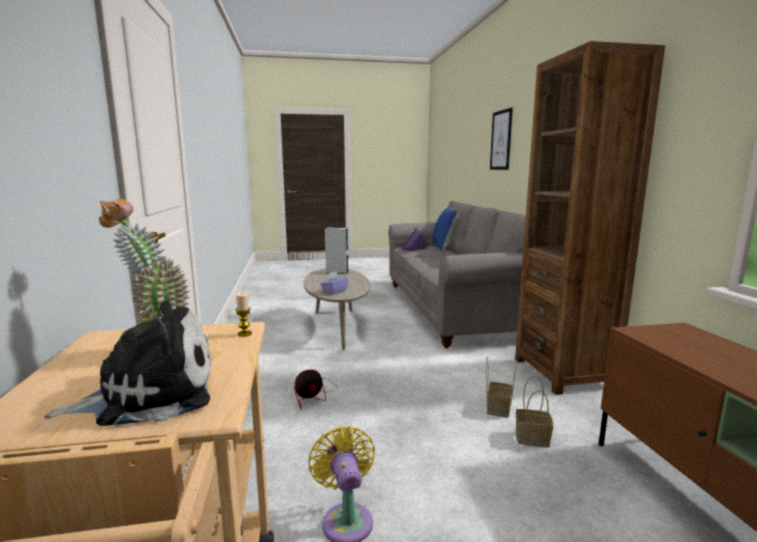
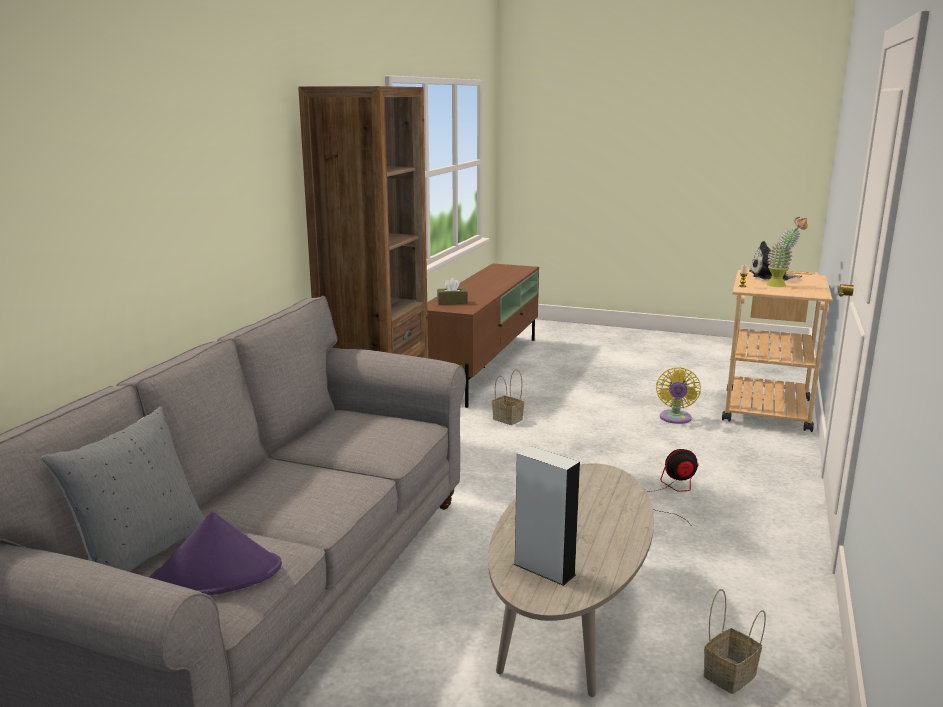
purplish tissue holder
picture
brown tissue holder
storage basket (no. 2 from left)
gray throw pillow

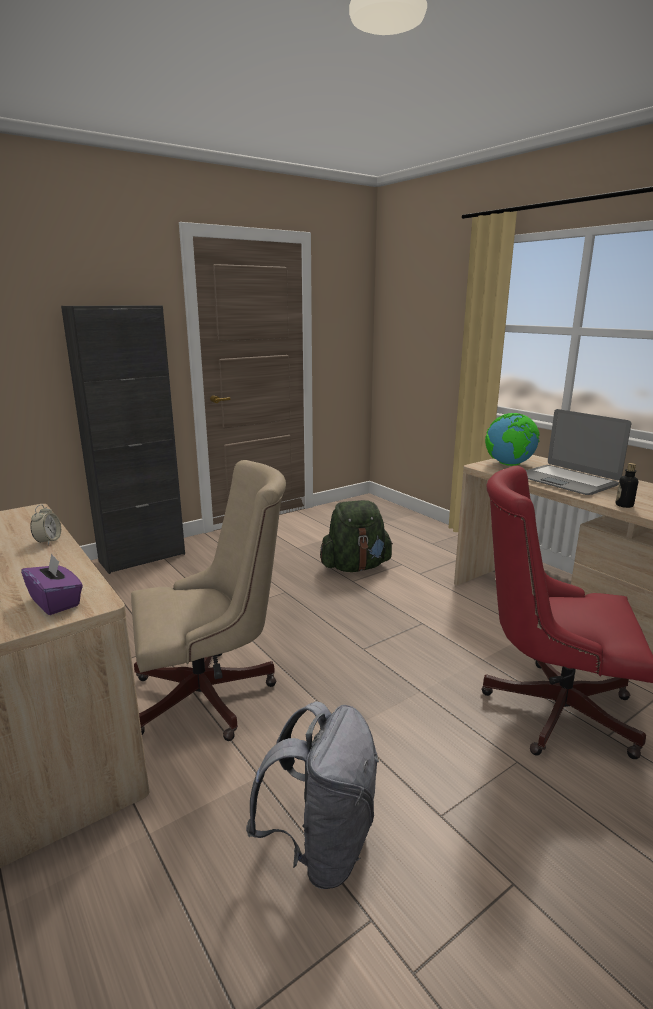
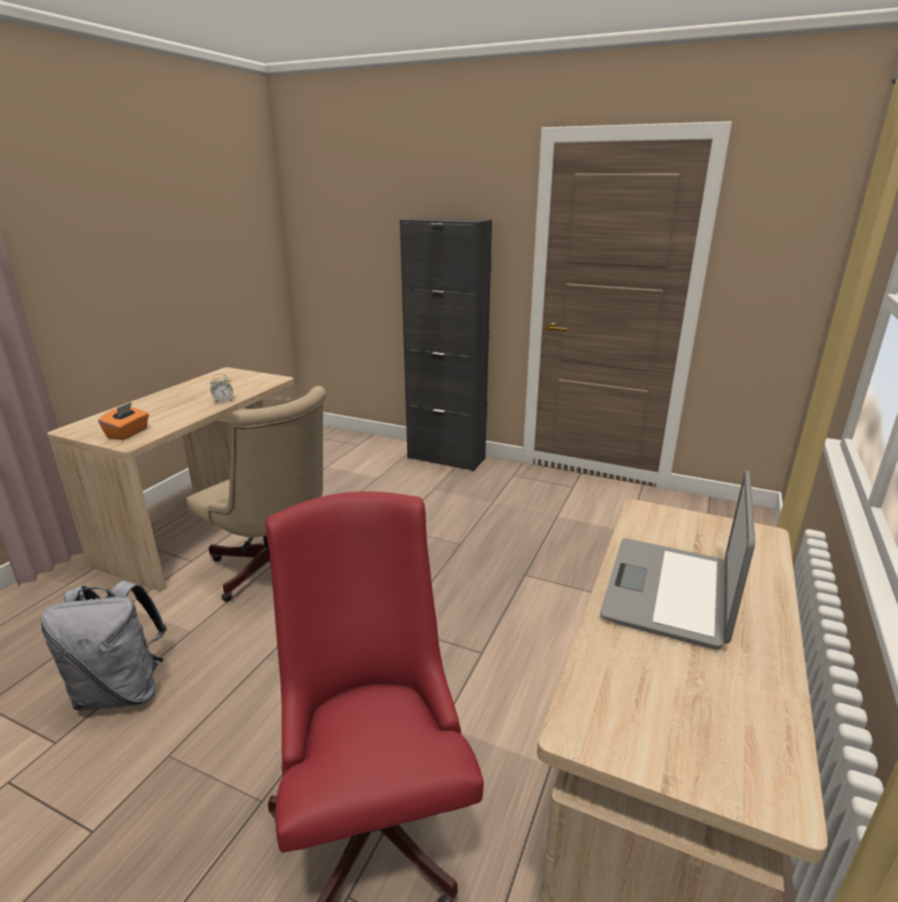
green rucksack
world globe
beverage bottle
orange-coloured tissue holder

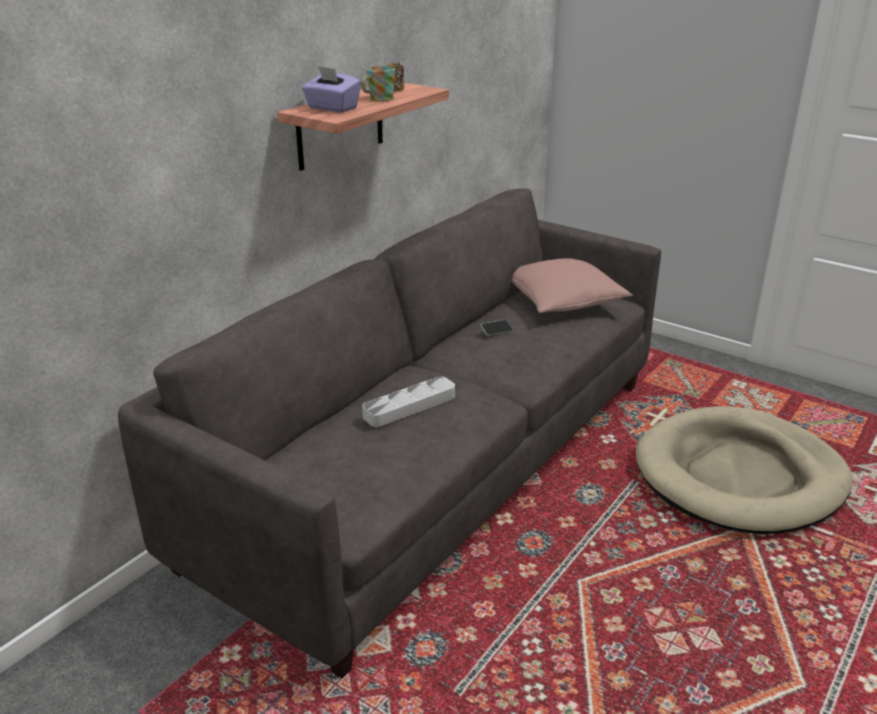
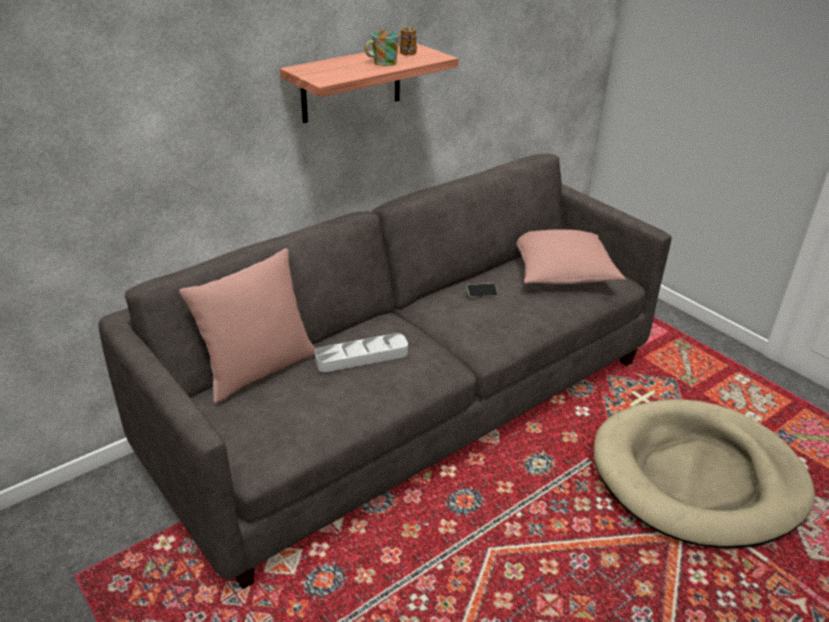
purplish tissue holder
pink-coloured throw pillow (no. 1 from left)

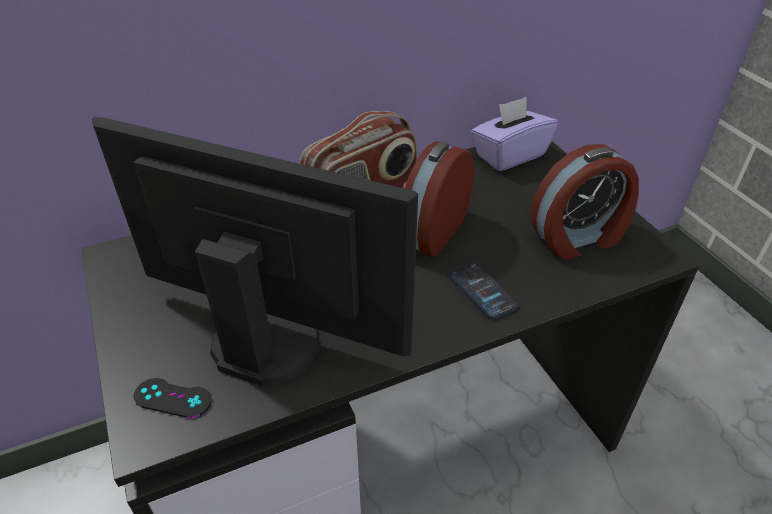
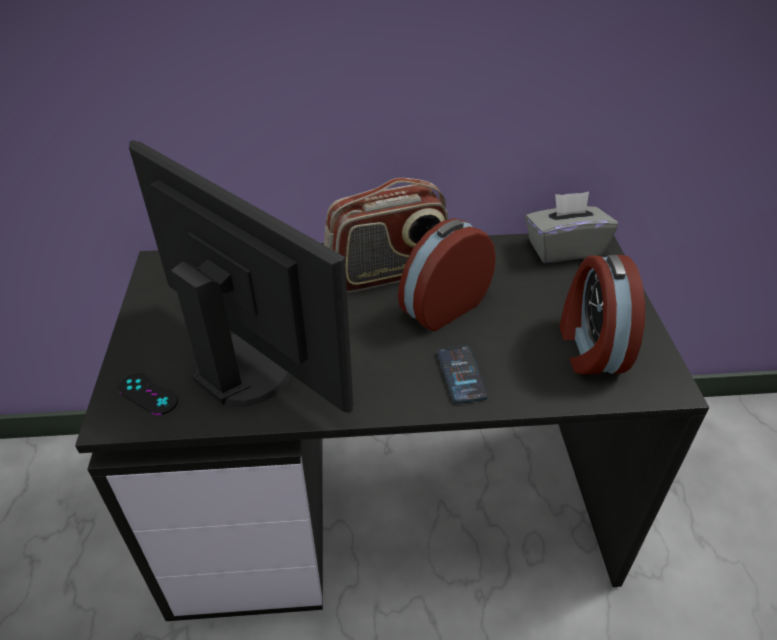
gray tissue holder
alarm clock (no. 2 from left)

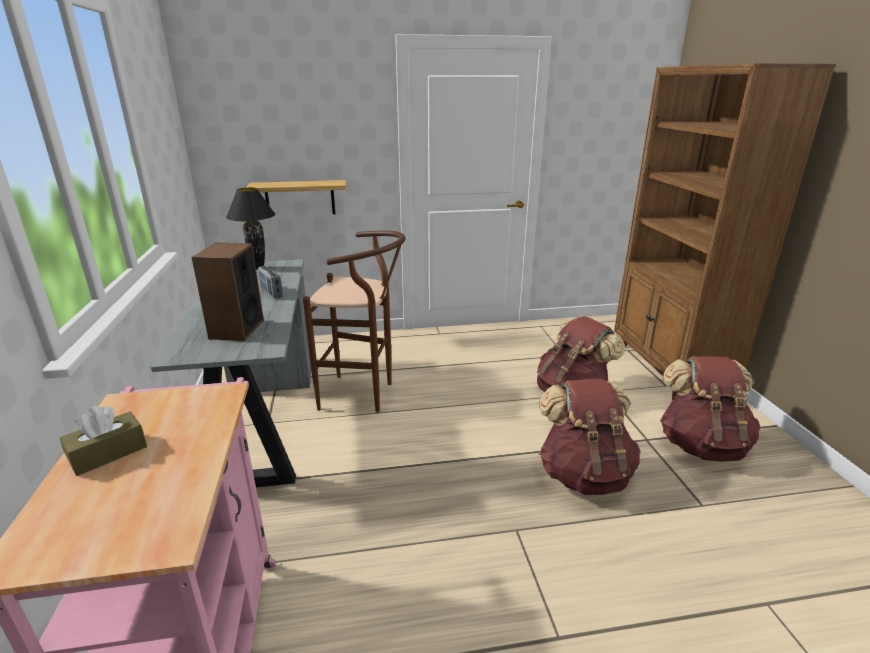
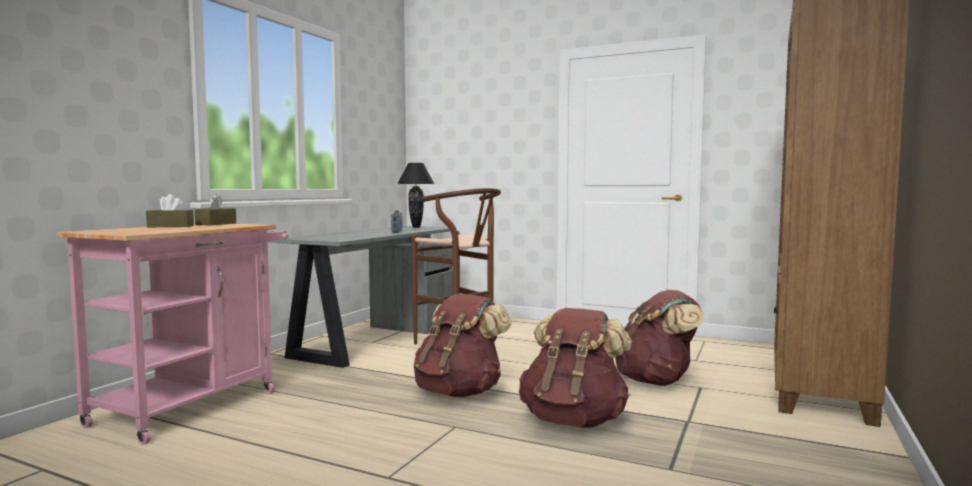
speaker
wall shelf
brown tissue holder (no. 2 from left)
brown rucksack (no. 1 from left)

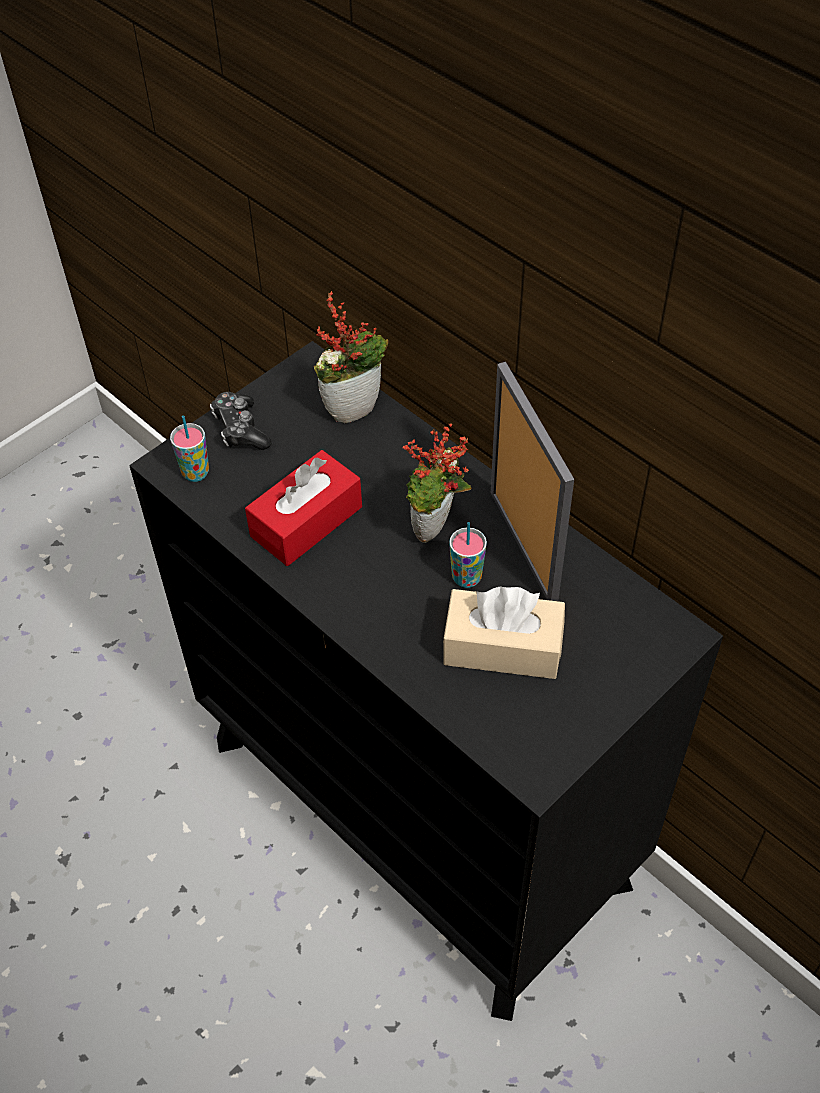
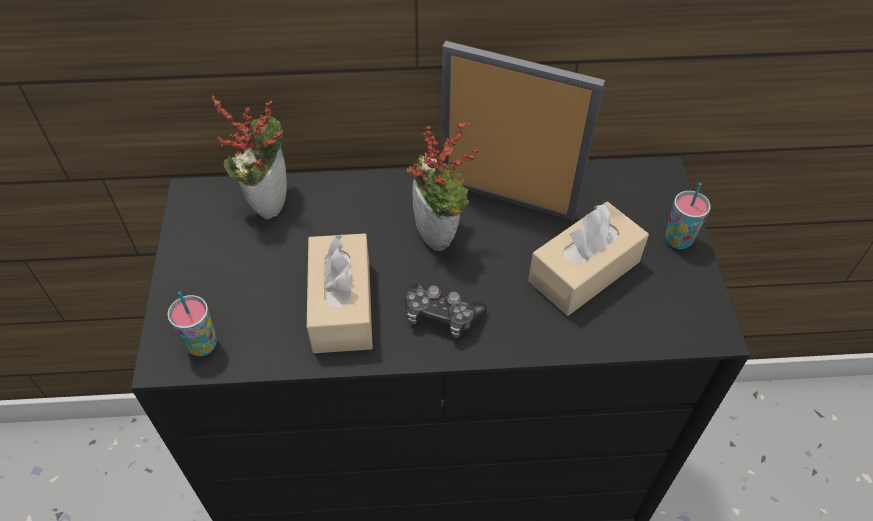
game controller
drinking cup (no. 2 from left)
beige tissue holder (no. 1 from left)

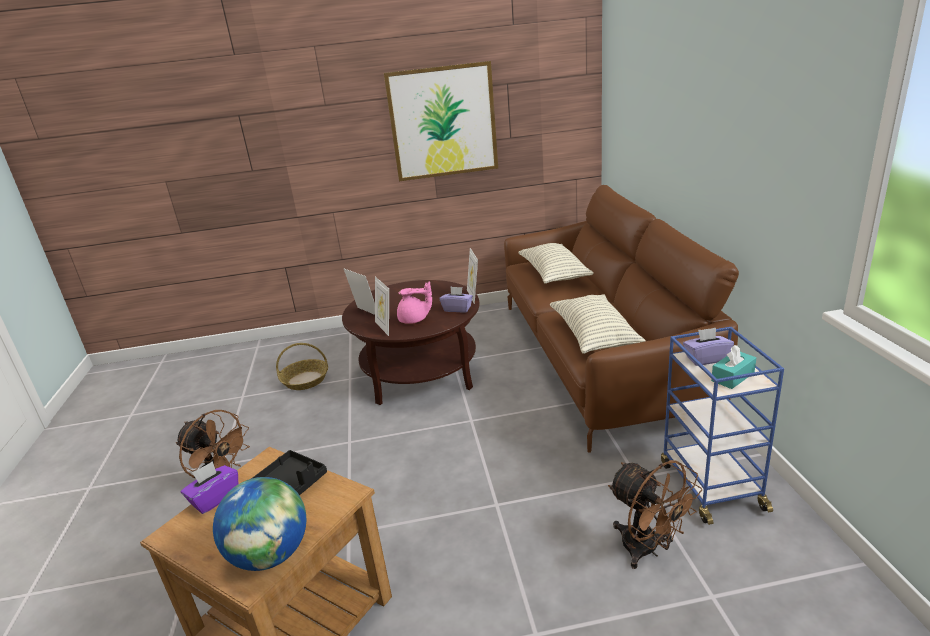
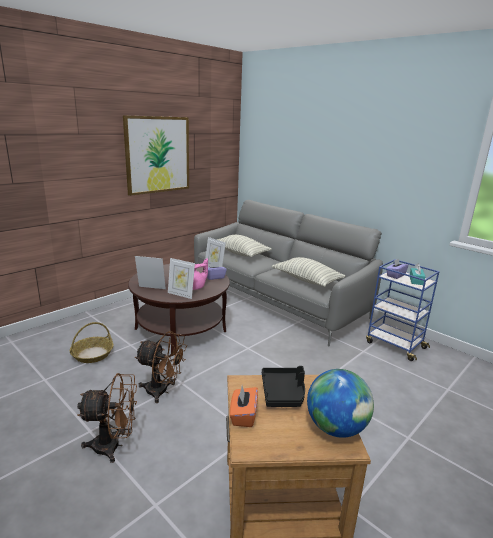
brown fan (no. 2 from left)
orange-coloured tissue holder
gray sofa

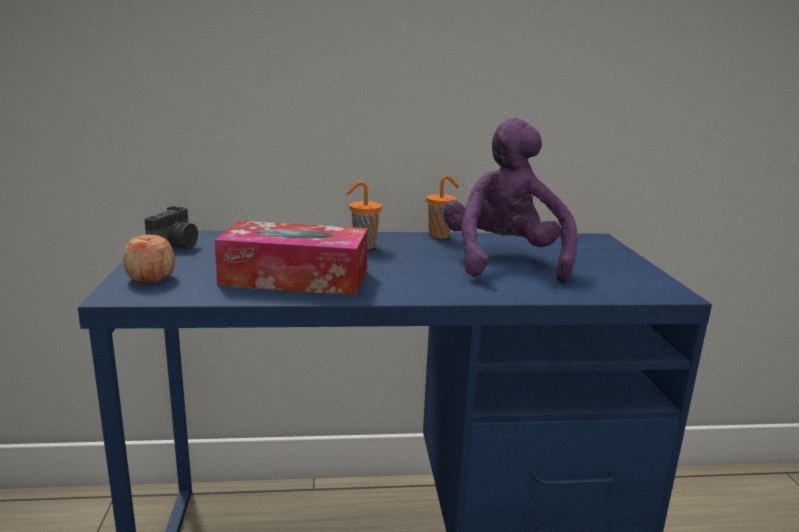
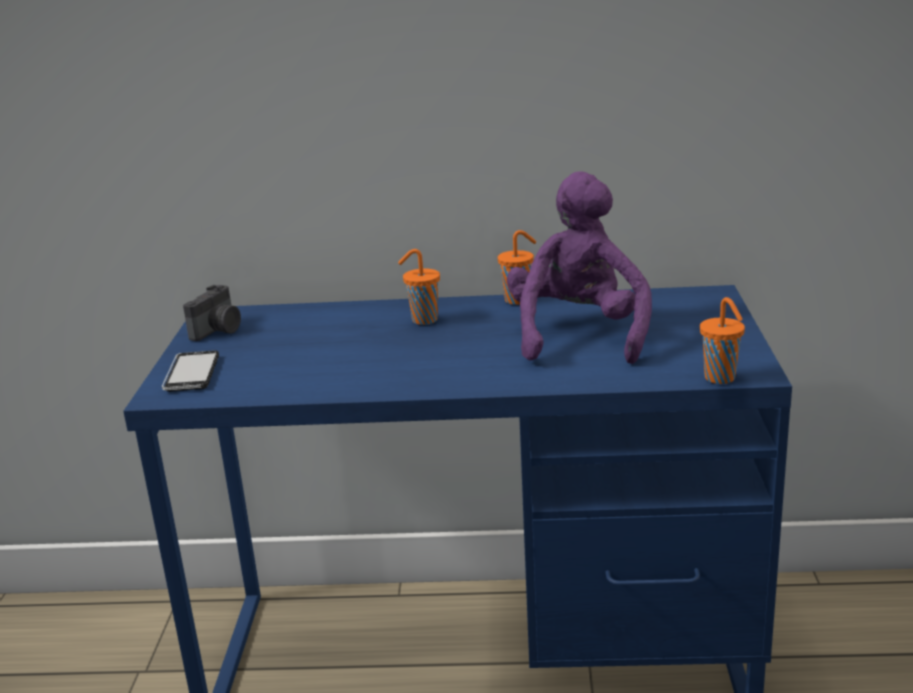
tissue holder
orange-coloured drinking cup (no. 3 from left)
telephone

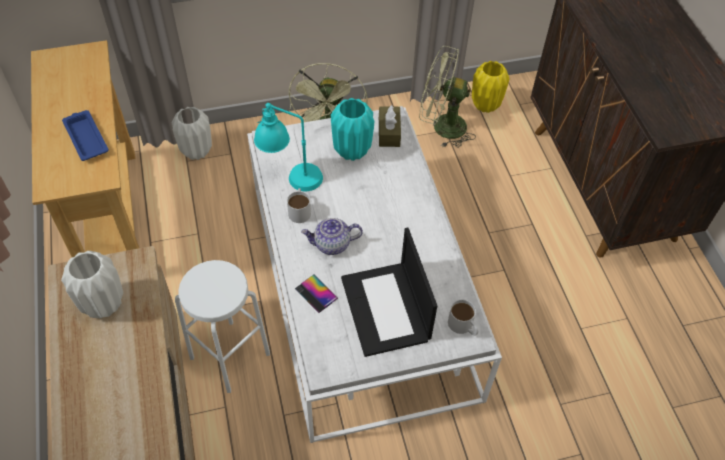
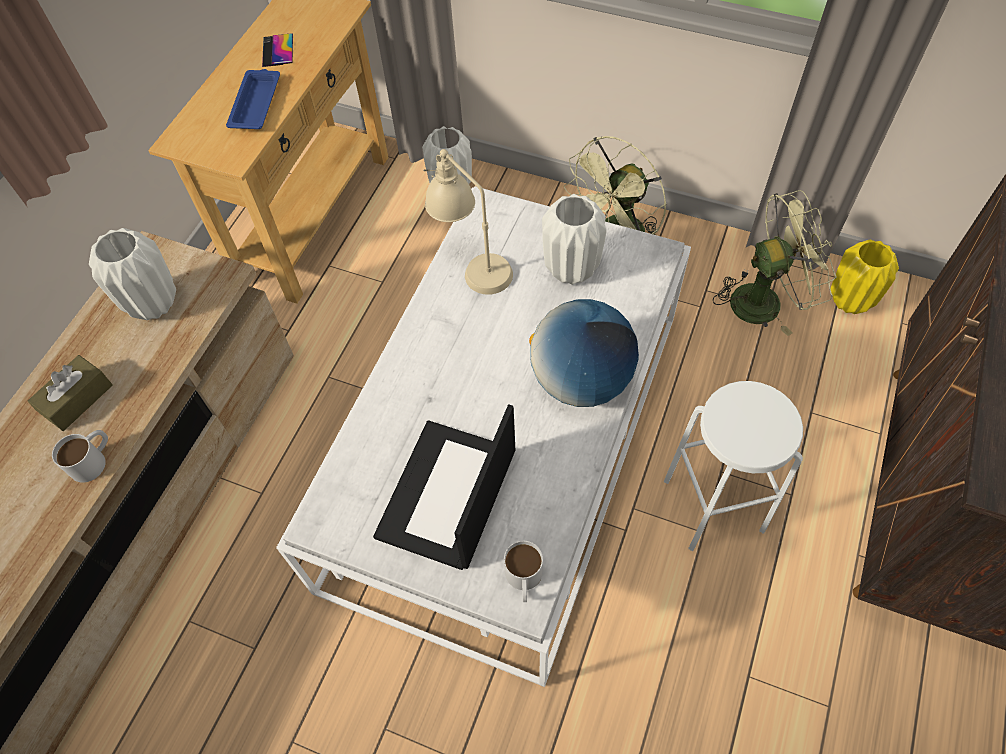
pot for tea
world globe
white-coloured stool
white-coloured tea mug (no. 1 from left)
telephone
brown tissue holder
beige table lamp
white-coloured decorative vase (no. 3 from left)
green fan (no. 2 from left)

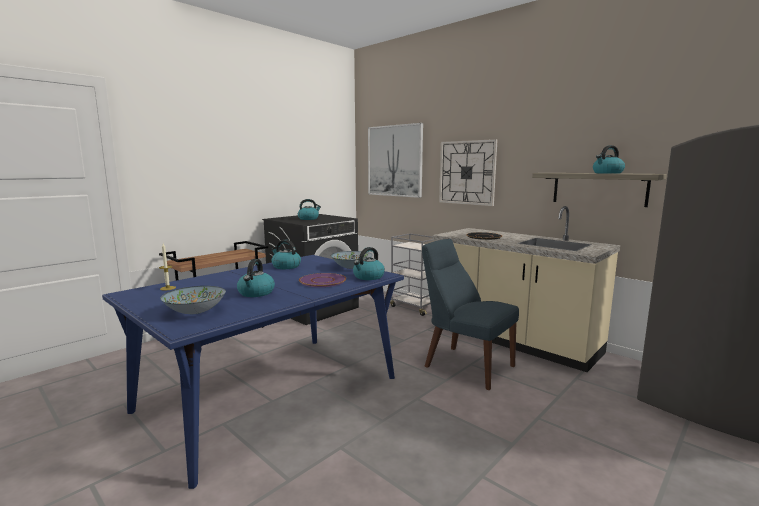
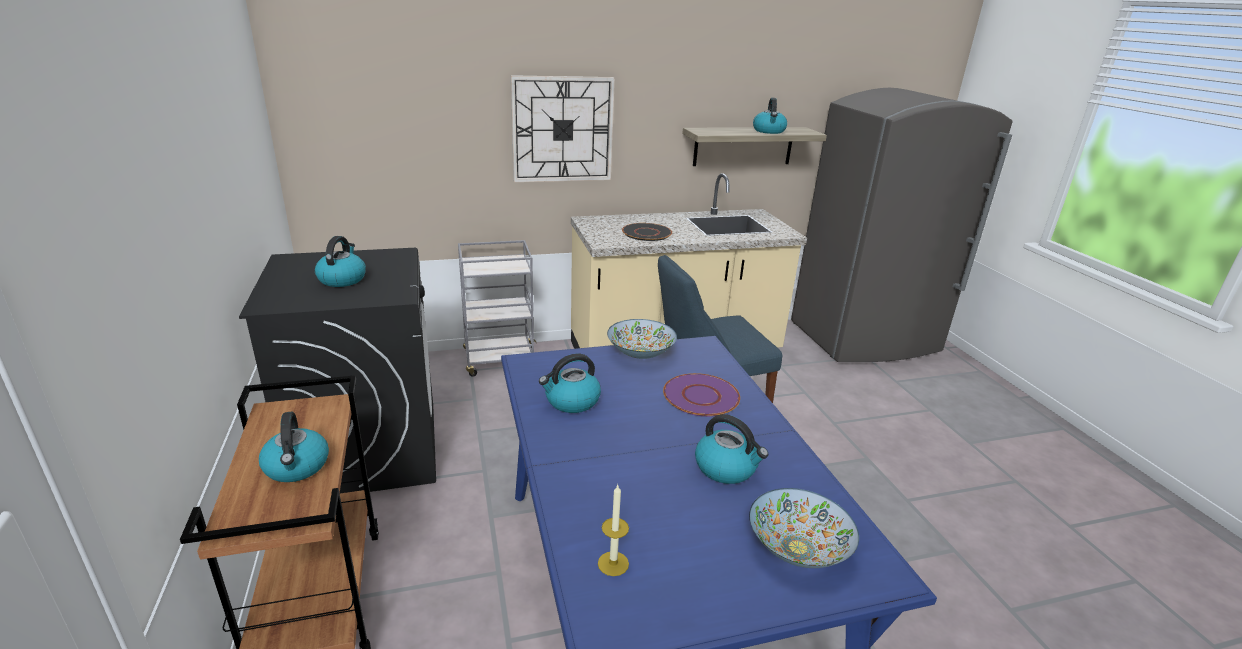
picture
tea kettle (no. 1 from left)

